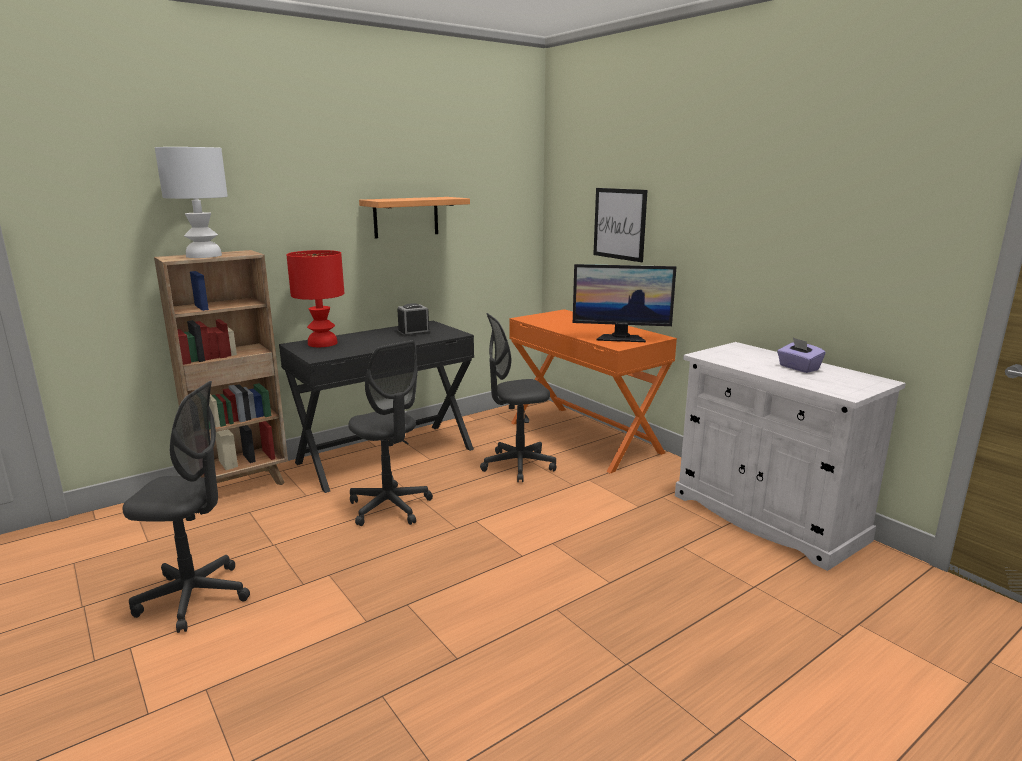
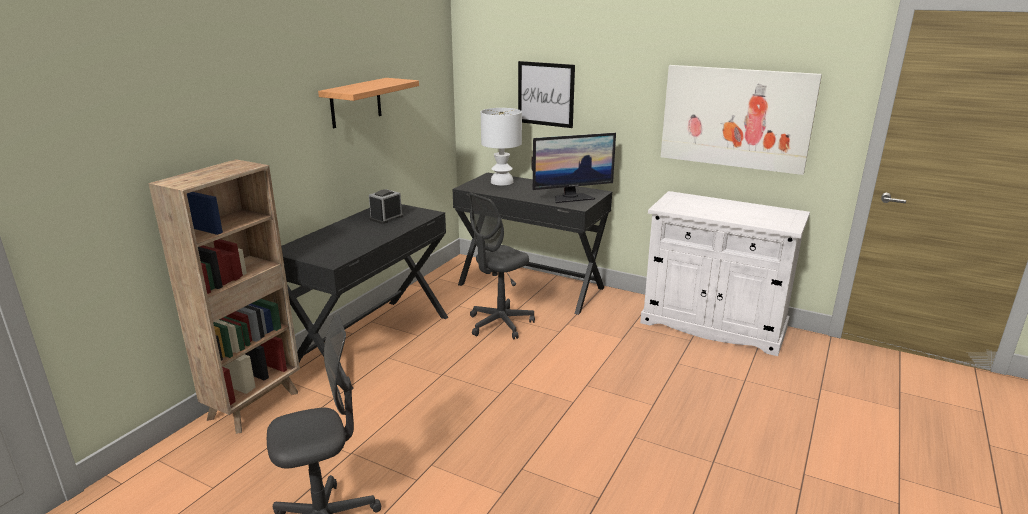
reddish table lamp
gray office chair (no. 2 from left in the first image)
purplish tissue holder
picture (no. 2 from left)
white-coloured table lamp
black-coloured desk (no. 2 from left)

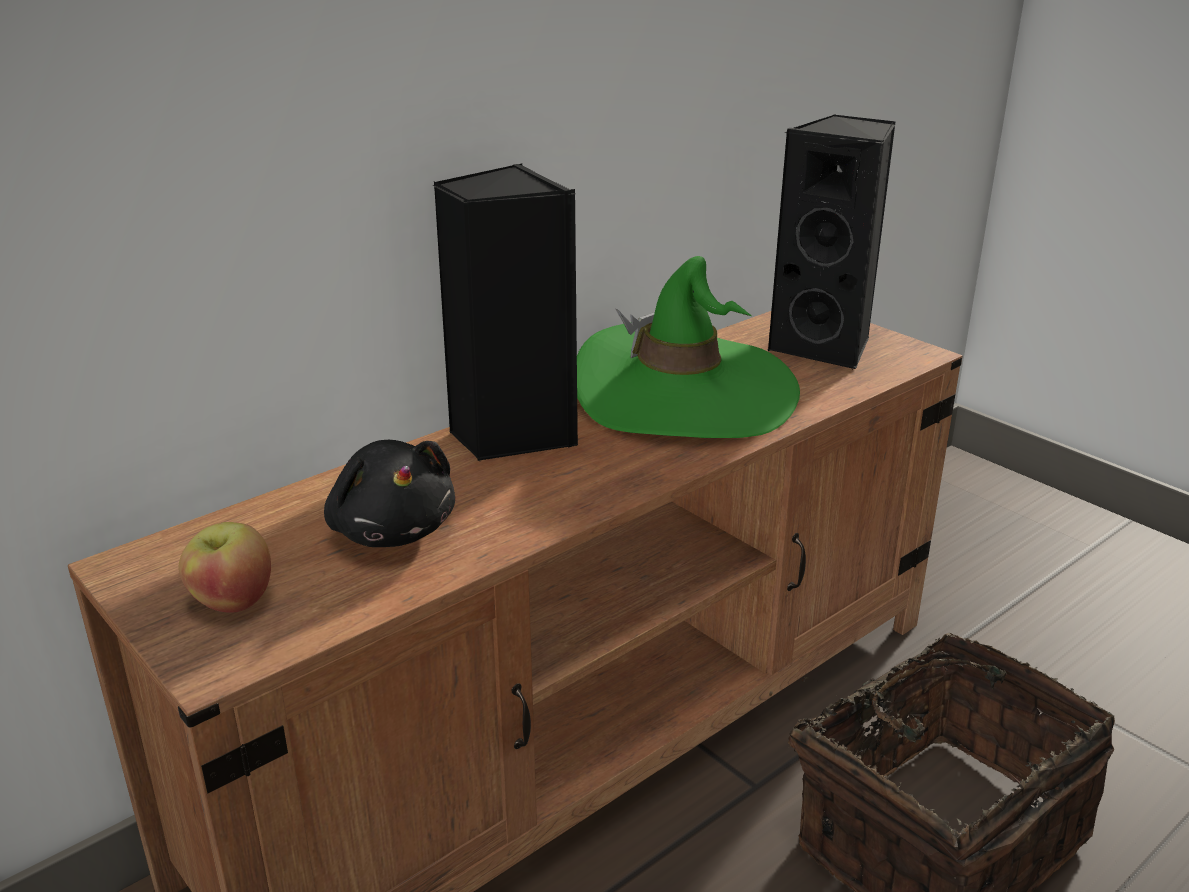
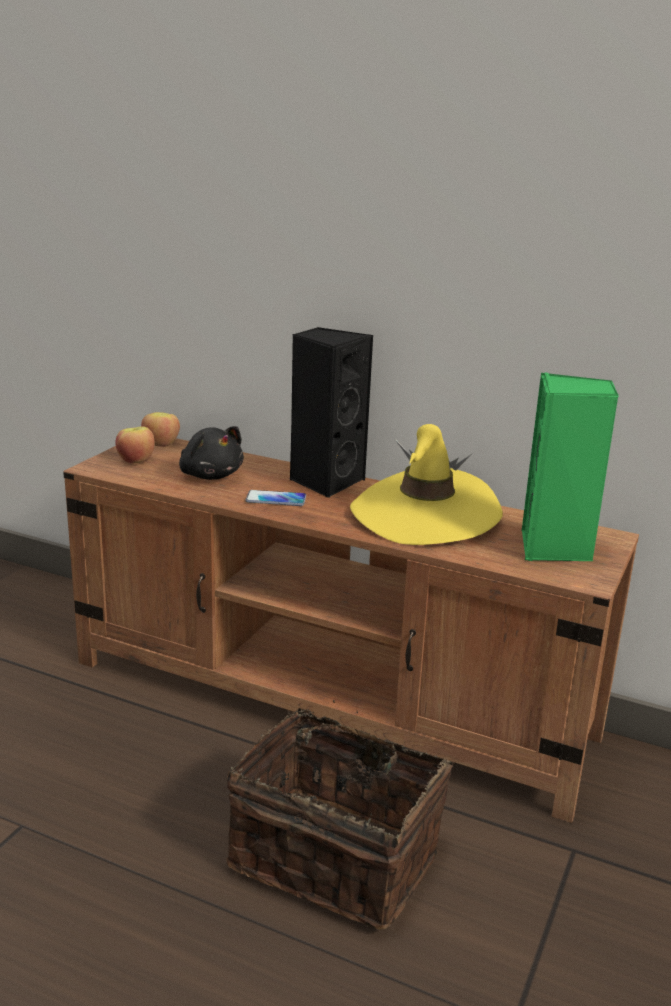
apple fruit (no. 2 from left)
telephone
yellow hat
green speaker
black-coloured cuddly toy

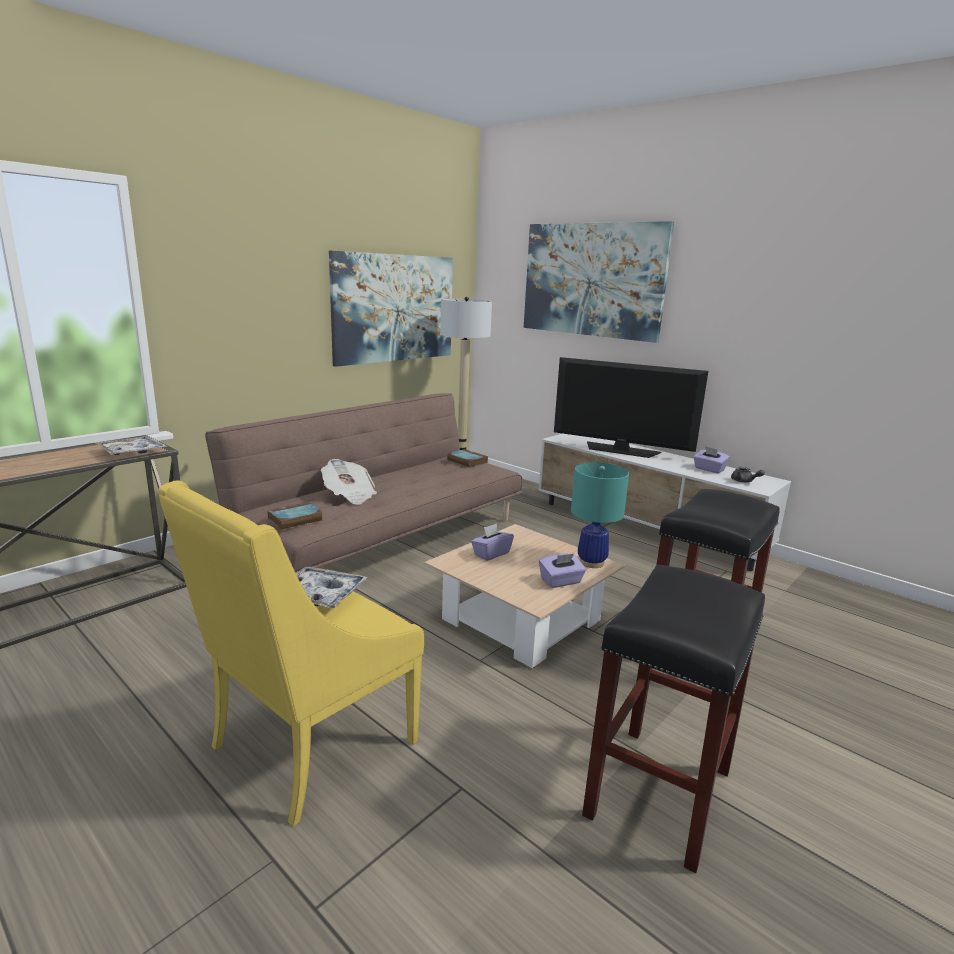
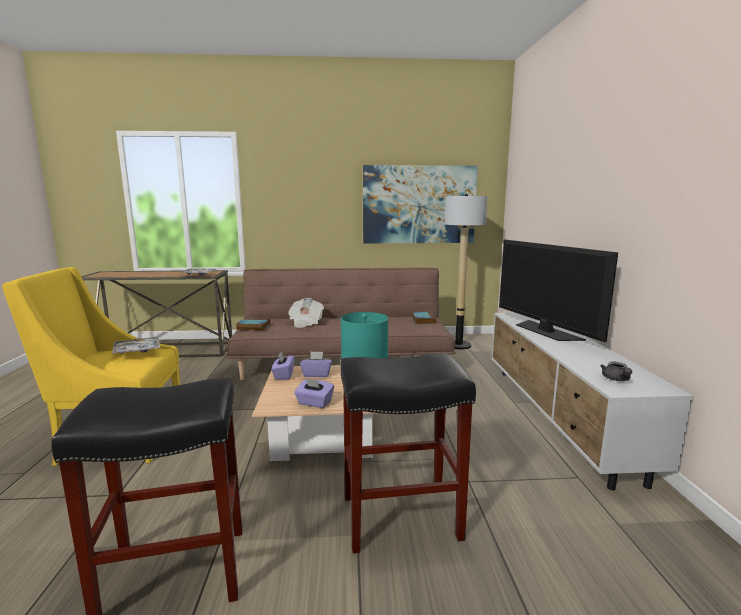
picture (no. 2 from left in the first image)
purplish tissue holder (no. 1 from left)

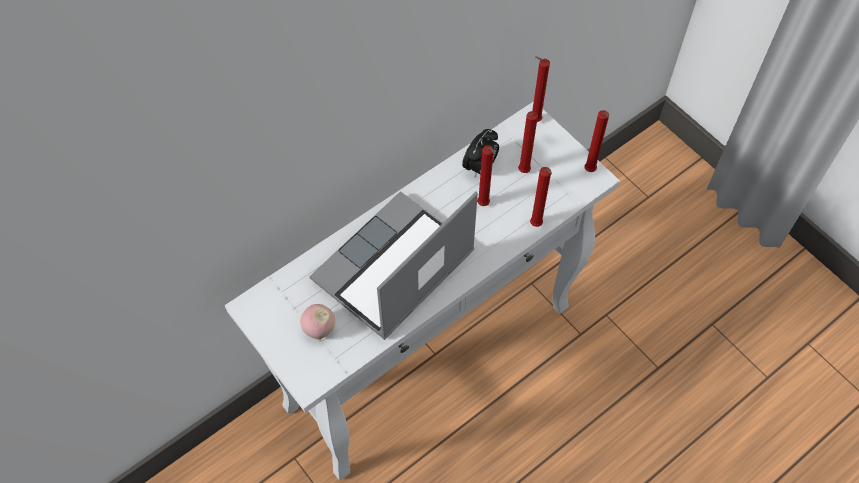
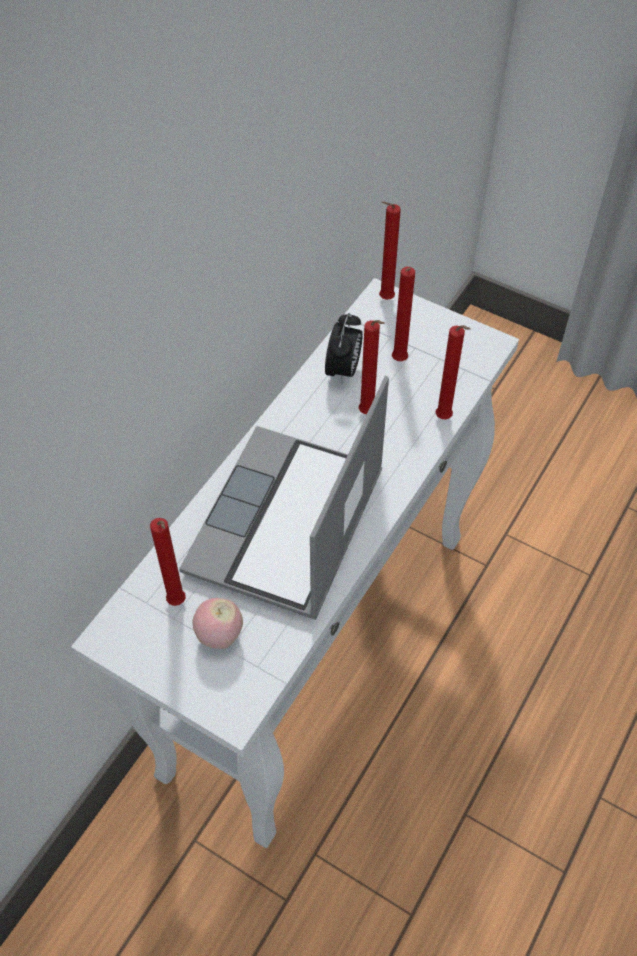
reddish candle (no. 1 from left)

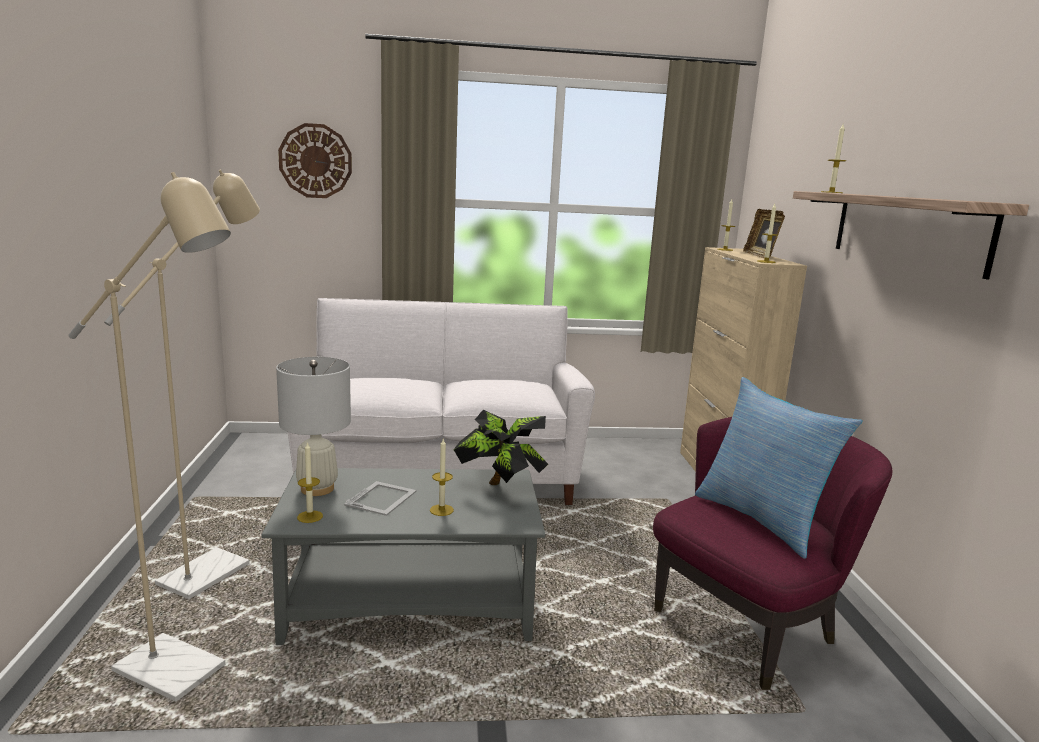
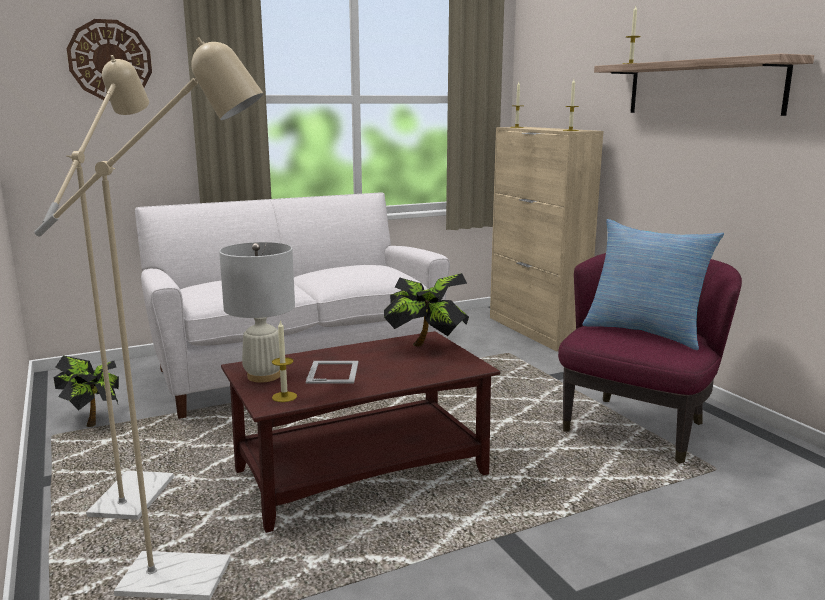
candle (no. 2 from left in the first image)
standing frame (no. 2 from left in the first image)
potted plant (no. 1 from left)
brown coffee table

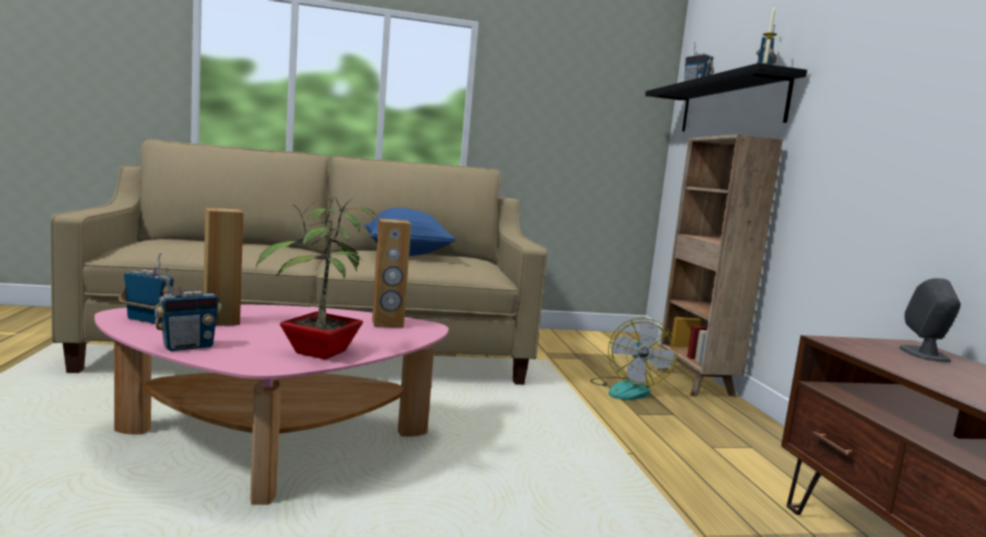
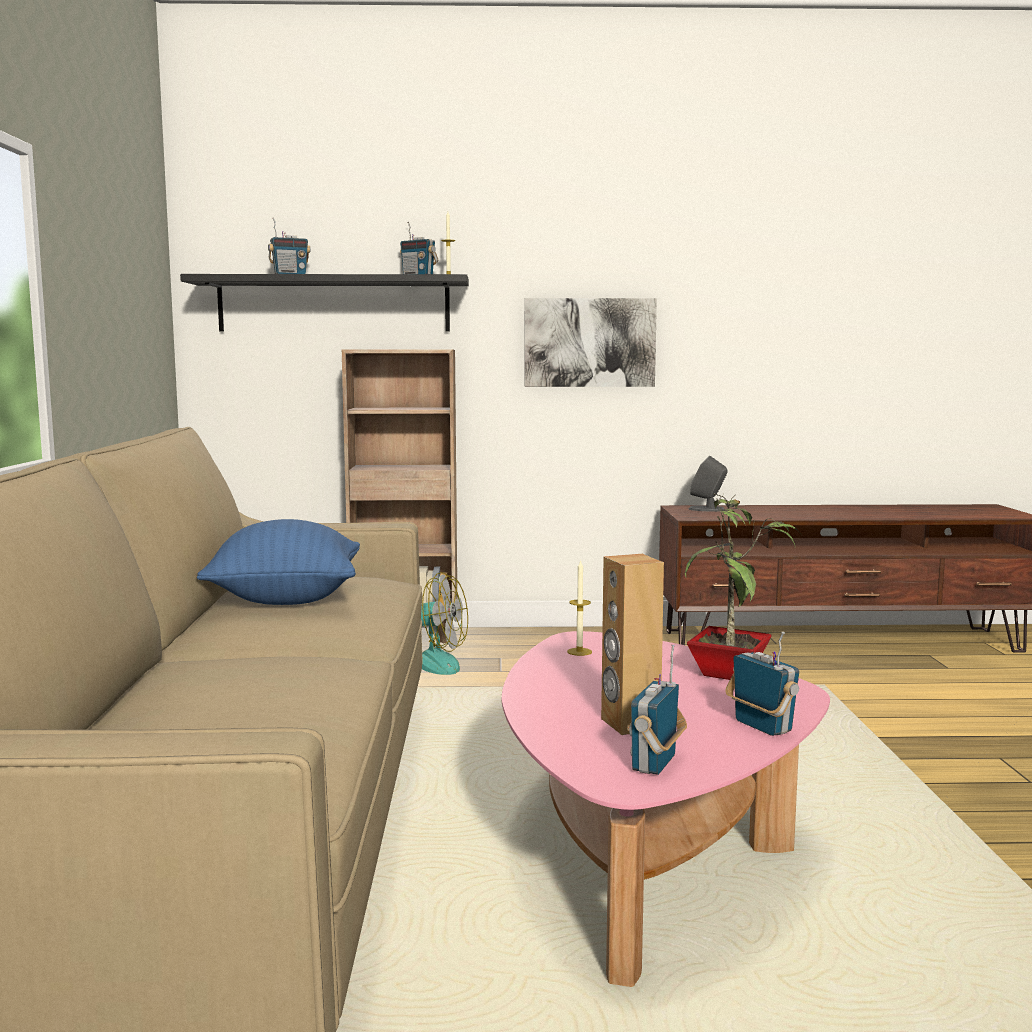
picture
candle (no. 2 from left)

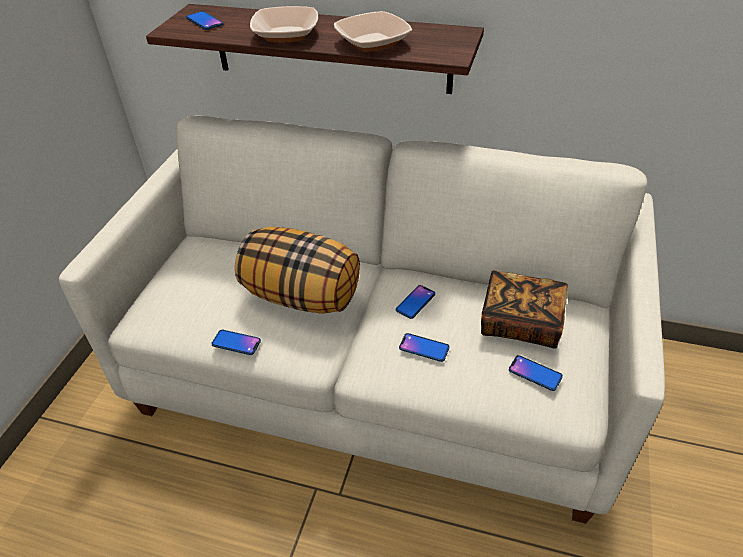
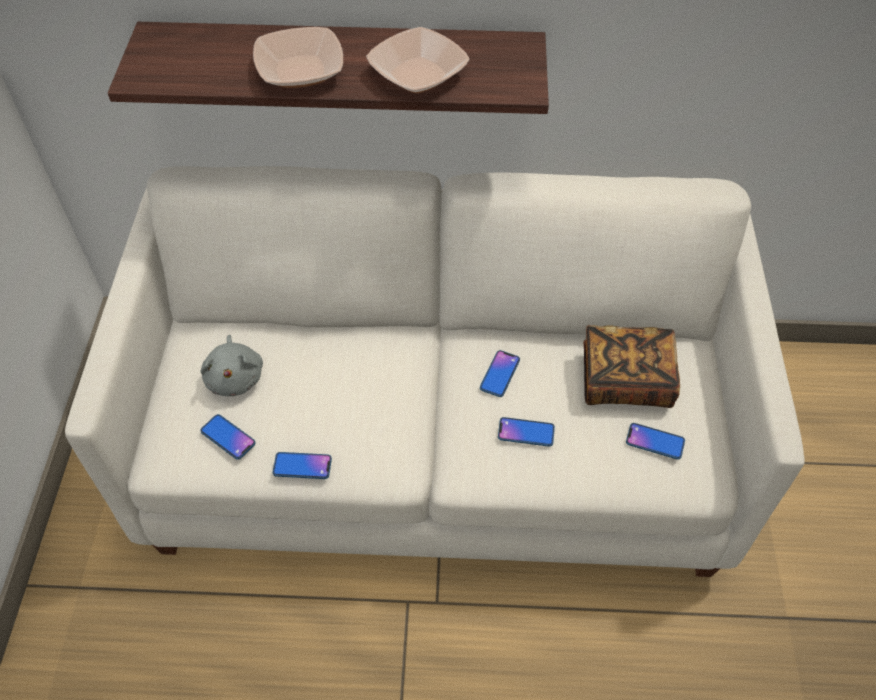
throw pillow
gray cuddly toy
telephone (no. 1 from left)

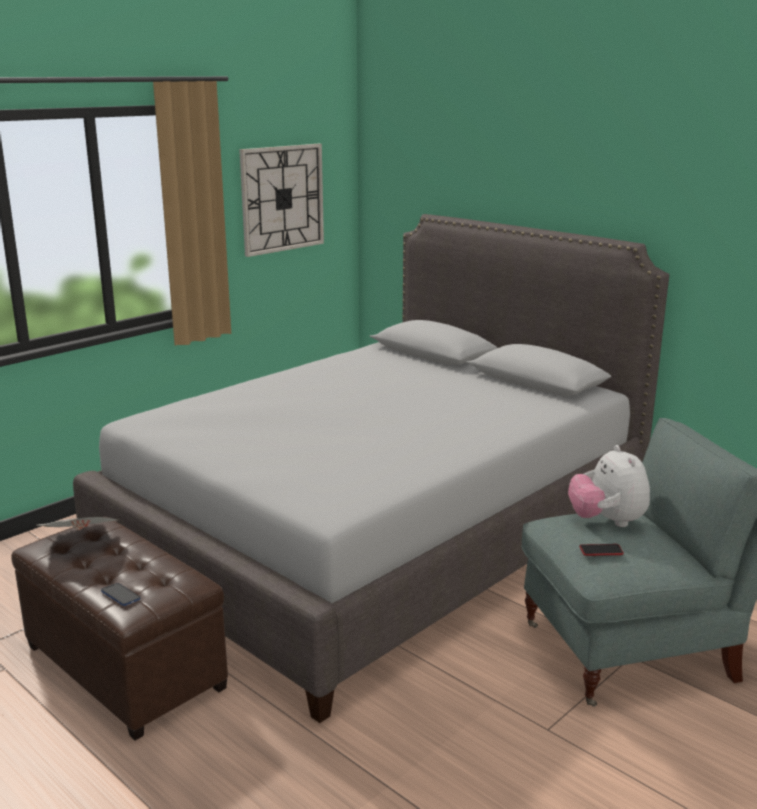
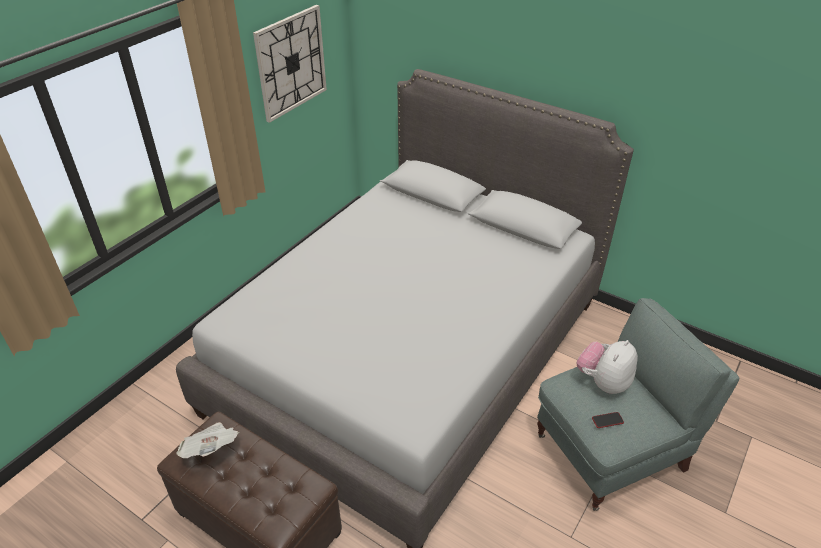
telephone (no. 1 from left in the first image)
cuddly toy

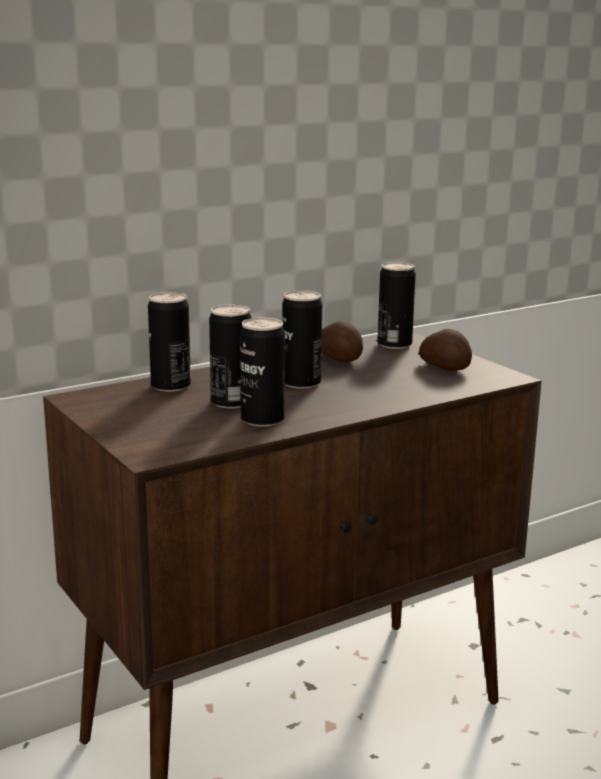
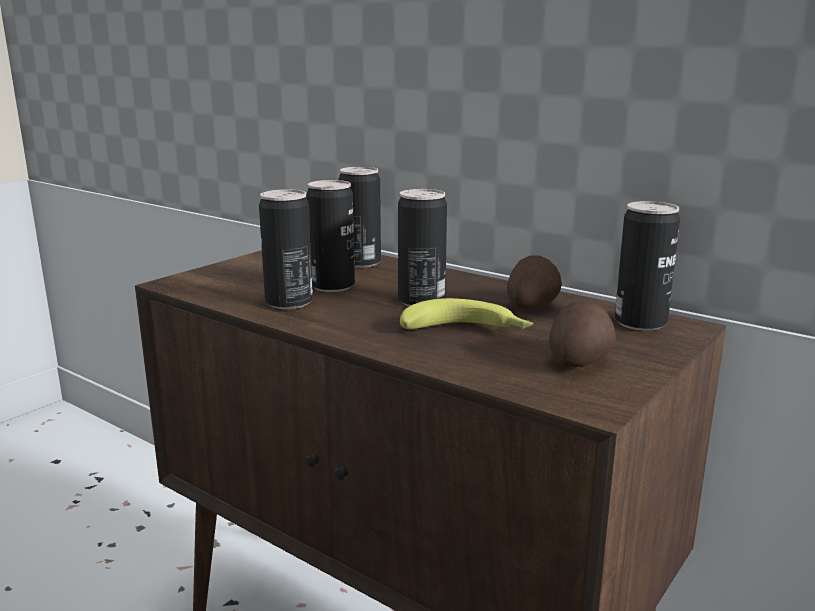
whole banana

